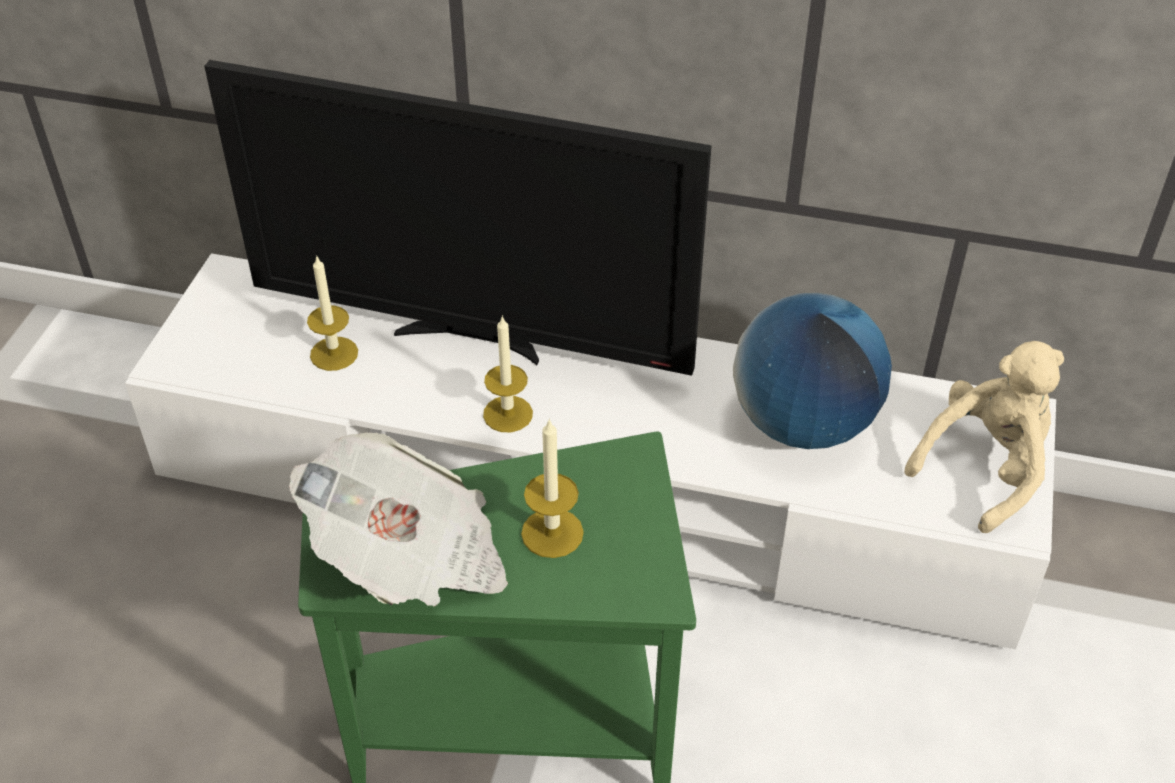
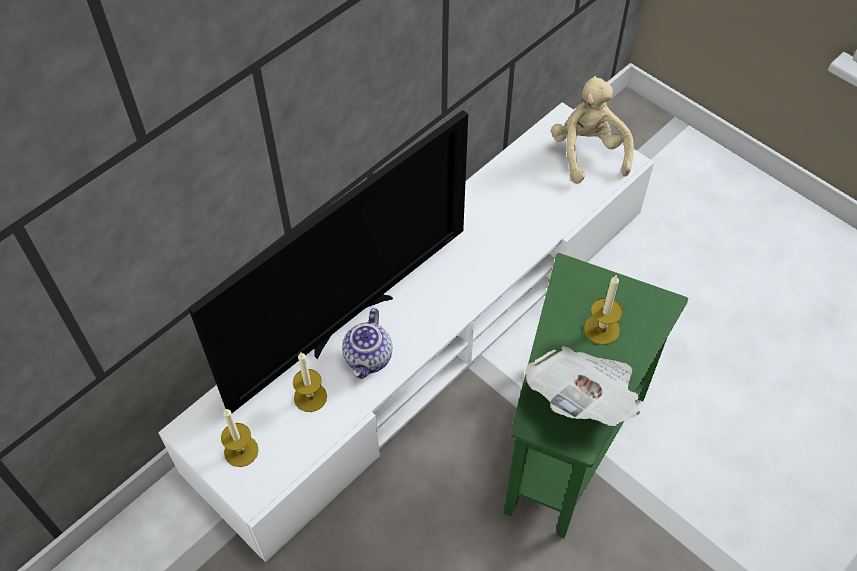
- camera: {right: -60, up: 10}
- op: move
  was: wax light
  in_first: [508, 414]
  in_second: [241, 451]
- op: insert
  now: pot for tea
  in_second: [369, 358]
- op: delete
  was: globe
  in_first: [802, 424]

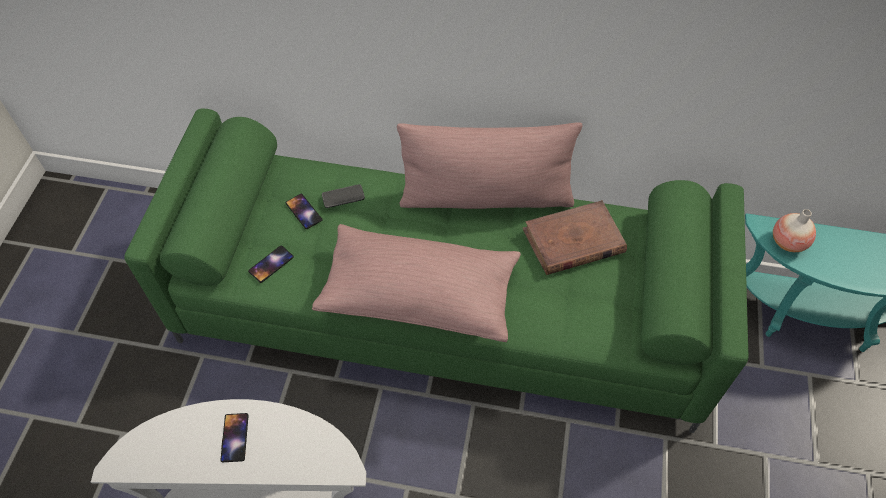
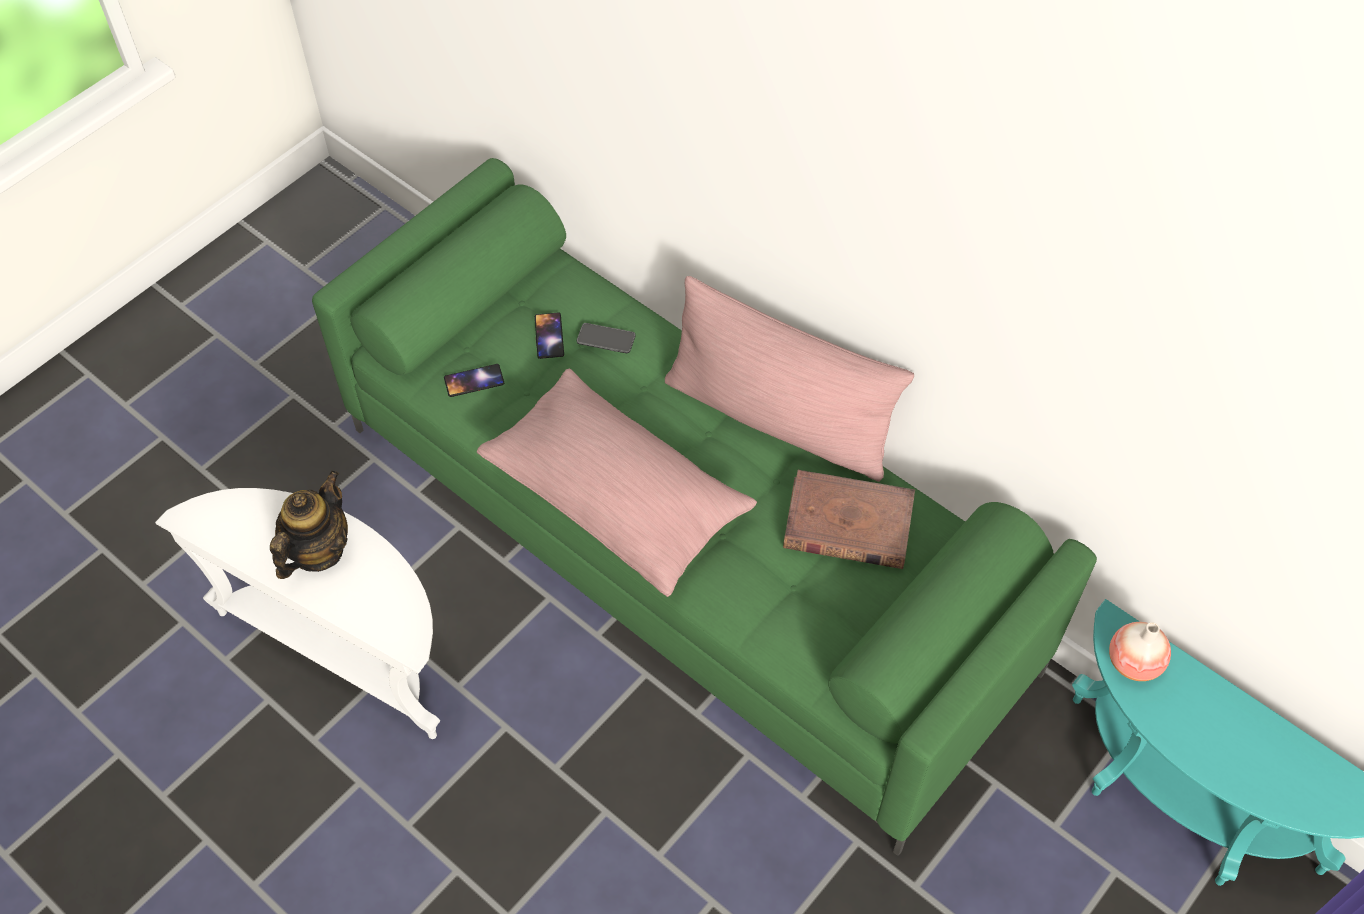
- camera: {right: 30, up: 0}
- op: replace
  was: telephone
  now: pot for tea
  in_first: [234, 437]
  in_second: [317, 551]

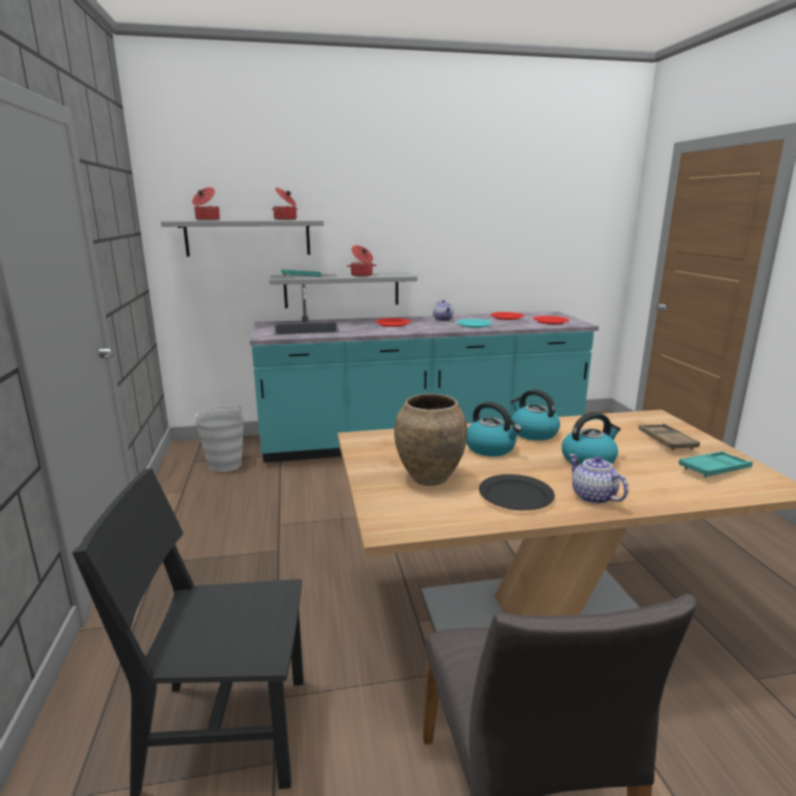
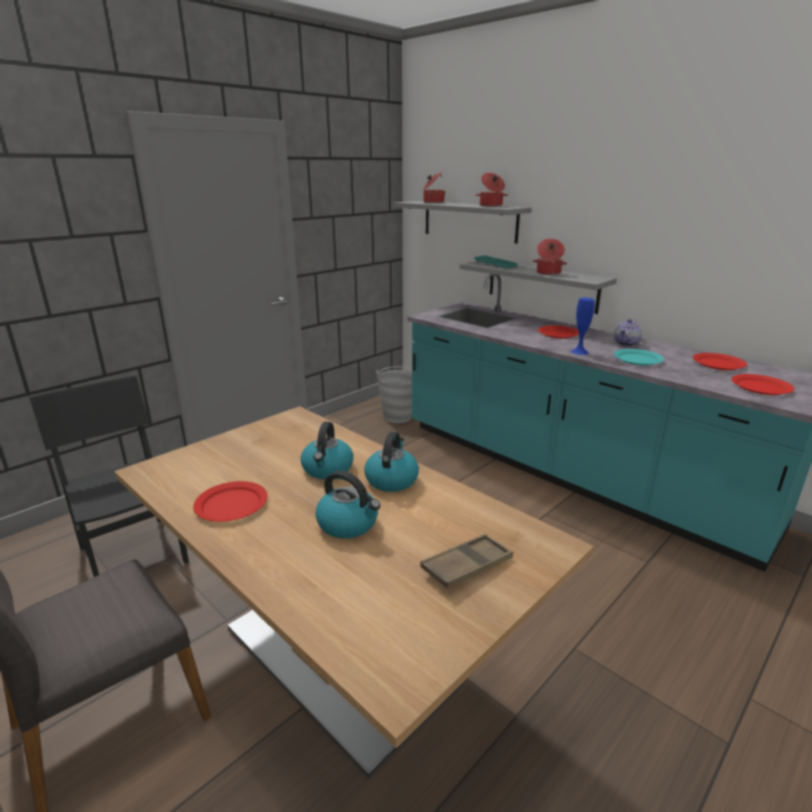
- camera: {right: 55, up: 5}
- op: recolor
  was: black flat dish
  now: red flat dish
  in_first: [515, 496]
  in_second: [231, 504]
- op: insert
  now: blue-coloured flower vase
  in_second: [579, 351]
- op: delete
  was: brownish flower vase
  in_first: [428, 478]
- op: delete
  was: pot for tea
  in_first: [592, 496]
- op: delete
  was: turquoise serving tray
  in_first: [714, 469]

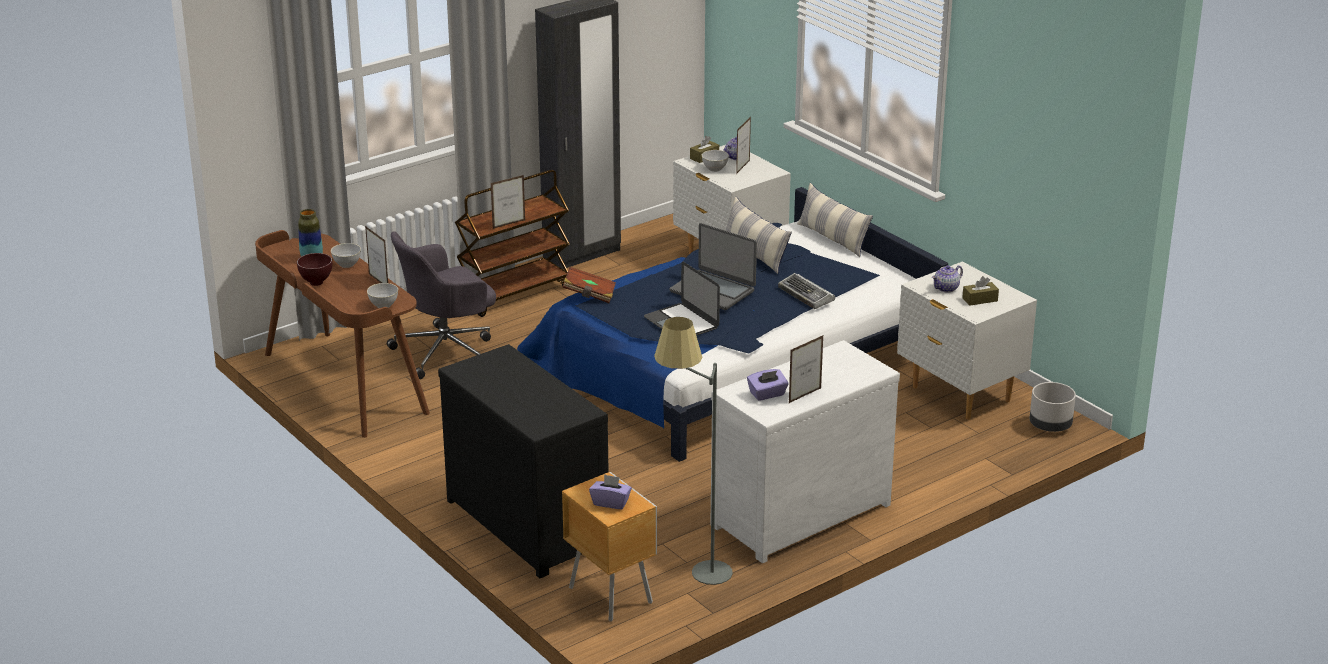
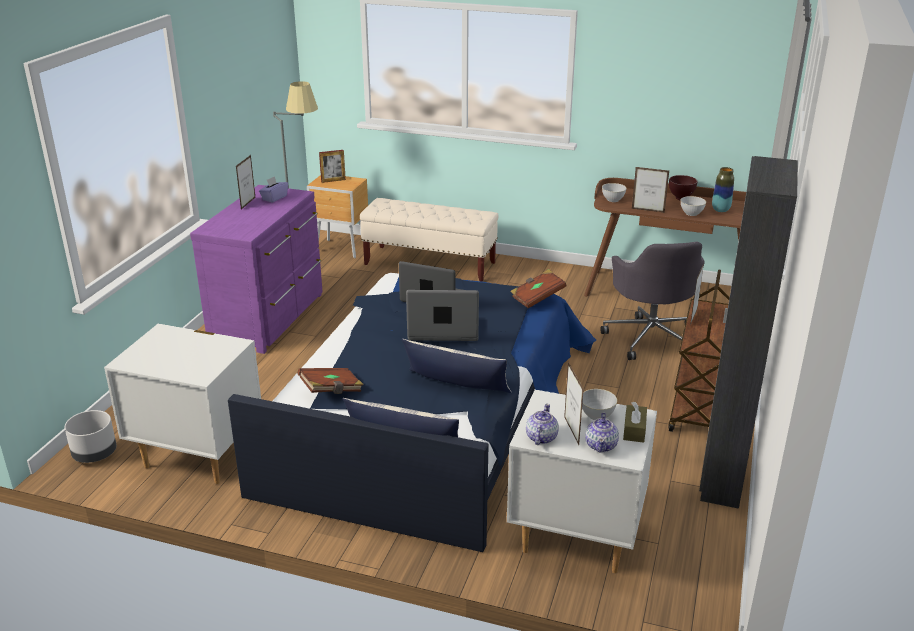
- camera: {right: 145, up: 0}
- op: recolor
  was: white dresser
  now: purple dresser
  in_first: [796, 513]
  in_second: [270, 318]
- op: insert
  now: brownish volume
  in_second: [331, 390]
- op: replace
  was: purple box of tissues
  now: picture frame
  in_first: [610, 502]
  in_second: [333, 180]
- op: replace
  was: black dresser
  now: beige-coloured long seat
  in_first: [530, 522]
  in_second: [430, 264]
- op: move
  was: pot for tea
  in_first: [946, 288]
  in_second: [541, 438]
- op: rotate
  was: gray desk chair
  in_first: [447, 352]
  in_second: [651, 337]
  clockwise: 150
- op: delete
  was: PC keyboard
  in_first: [806, 295]
- op: delete
  was: brownish box of tissues
  in_first: [980, 299]

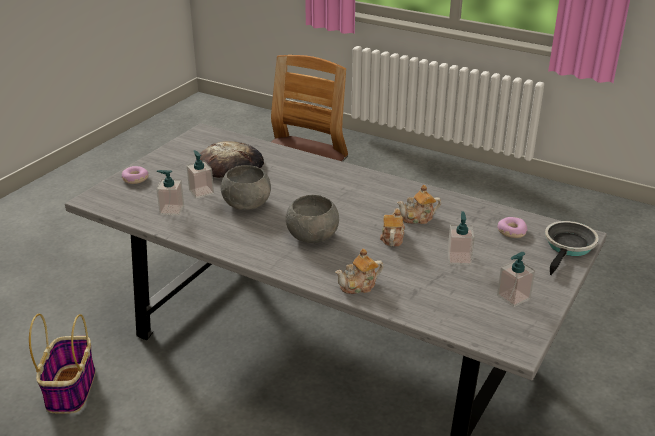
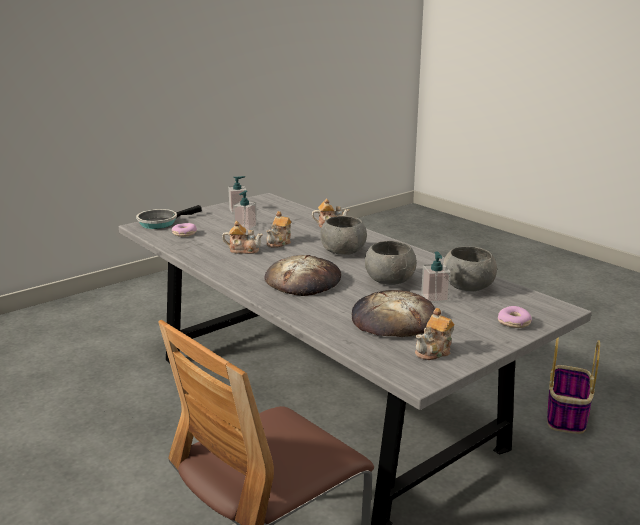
- camera: {right: -160, up: -10}
- op: insert
  now: bread
  in_second: [303, 281]
- op: insert
  now: pot for tea
  in_second: [434, 351]
- op: replace
  was: soap dispenser
  now: gray serving bowl
  in_first: [171, 210]
  in_second: [467, 287]

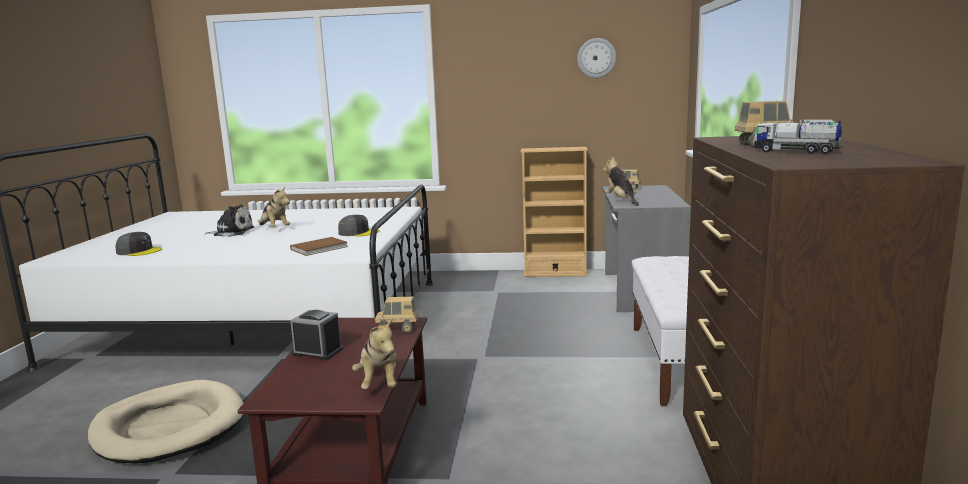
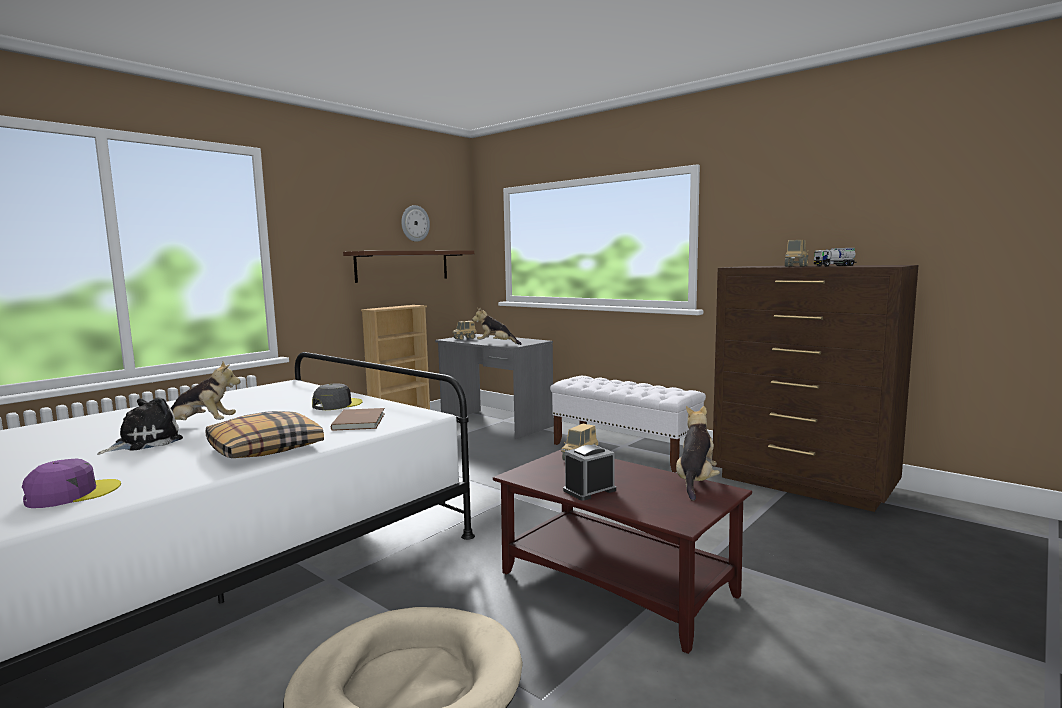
- camera: {right: -55, up: -5}
- op: recolor
  was: gray cap
  now: purple cap
  in_first: [139, 251]
  in_second: [72, 494]
- op: insert
  now: pillow
  in_second: [264, 449]
- op: insert
  now: brownish wall shelf
  in_second: [403, 266]
- op: rotate
  was: soft toy
  in_first: [379, 383]
  in_second: [695, 482]
  clockwise: -90

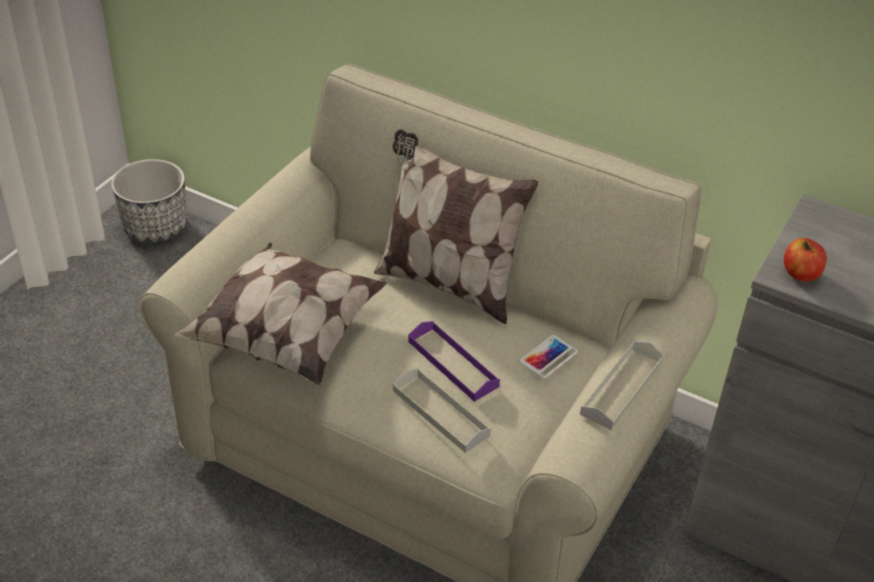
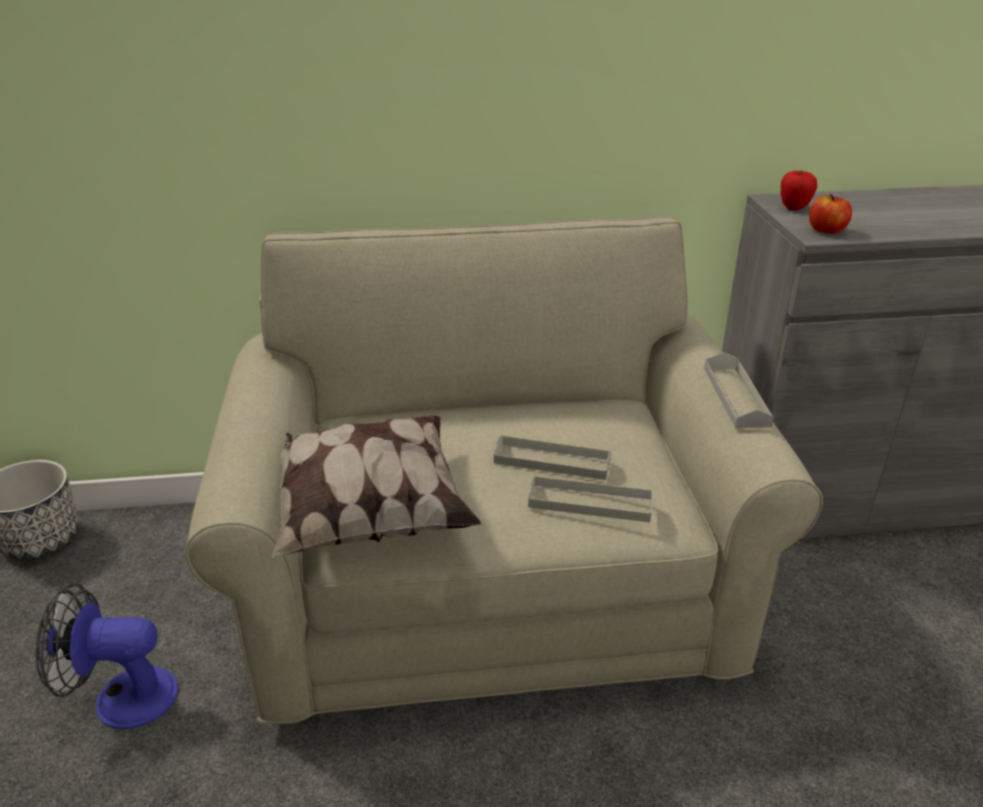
- camera: {right: -35, up: -10}
- op: insert
  now: cooling fan
  in_second: [121, 697]
- op: recolor
  was: purple serving tray
  now: gray serving tray
  in_first: [453, 364]
  in_second: [552, 461]
- op: insert
  now: apple
  in_second: [794, 208]
- op: delete
  was: pillow
  in_first: [447, 283]
- op: delete
  was: telephone
  in_first: [548, 357]

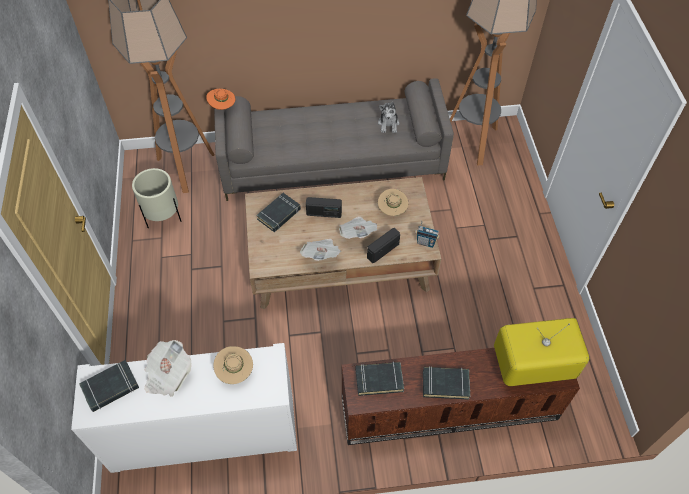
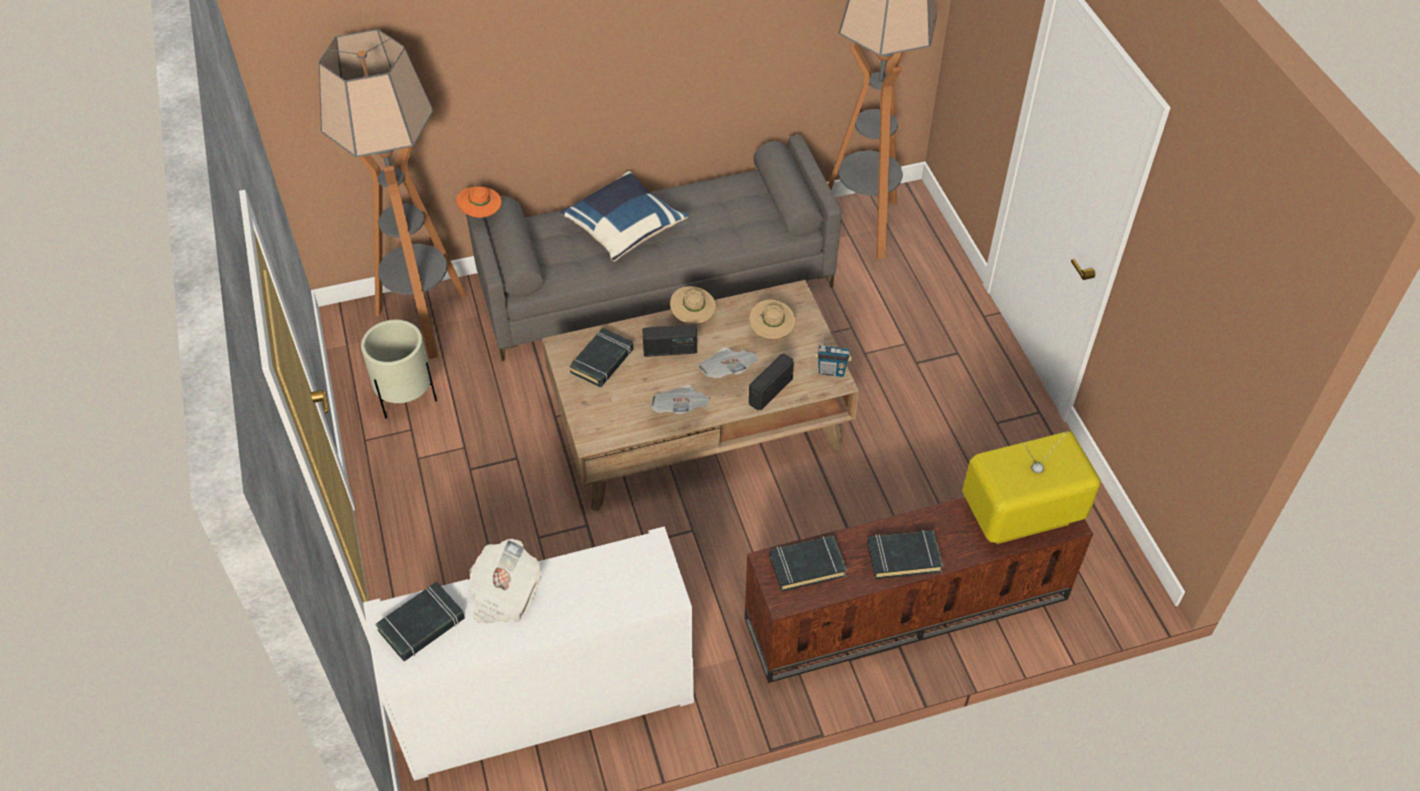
- camera: {right: -10, up: -5}
- op: insert
  now: blue-coloured pillow
  in_second: [624, 229]
- op: move
  was: beige-coloured hat
  in_first: [235, 371]
  in_second: [693, 317]
- op: delete
  was: soft toy
  in_first: [388, 124]

